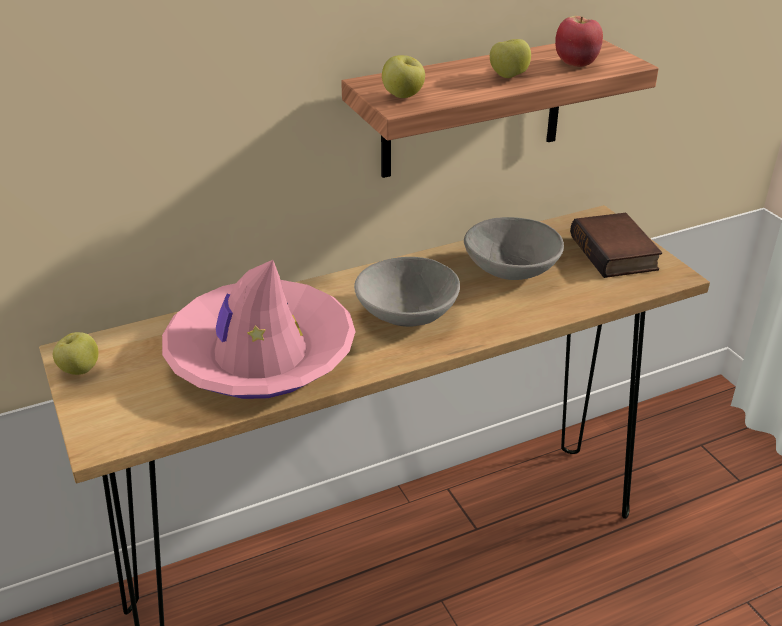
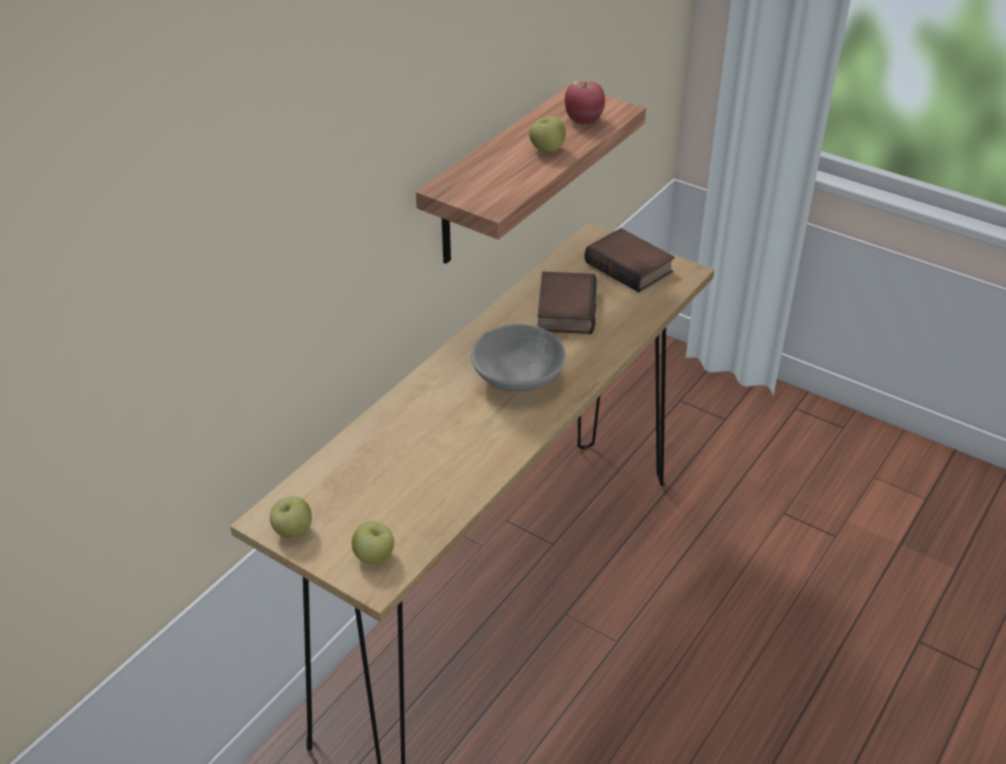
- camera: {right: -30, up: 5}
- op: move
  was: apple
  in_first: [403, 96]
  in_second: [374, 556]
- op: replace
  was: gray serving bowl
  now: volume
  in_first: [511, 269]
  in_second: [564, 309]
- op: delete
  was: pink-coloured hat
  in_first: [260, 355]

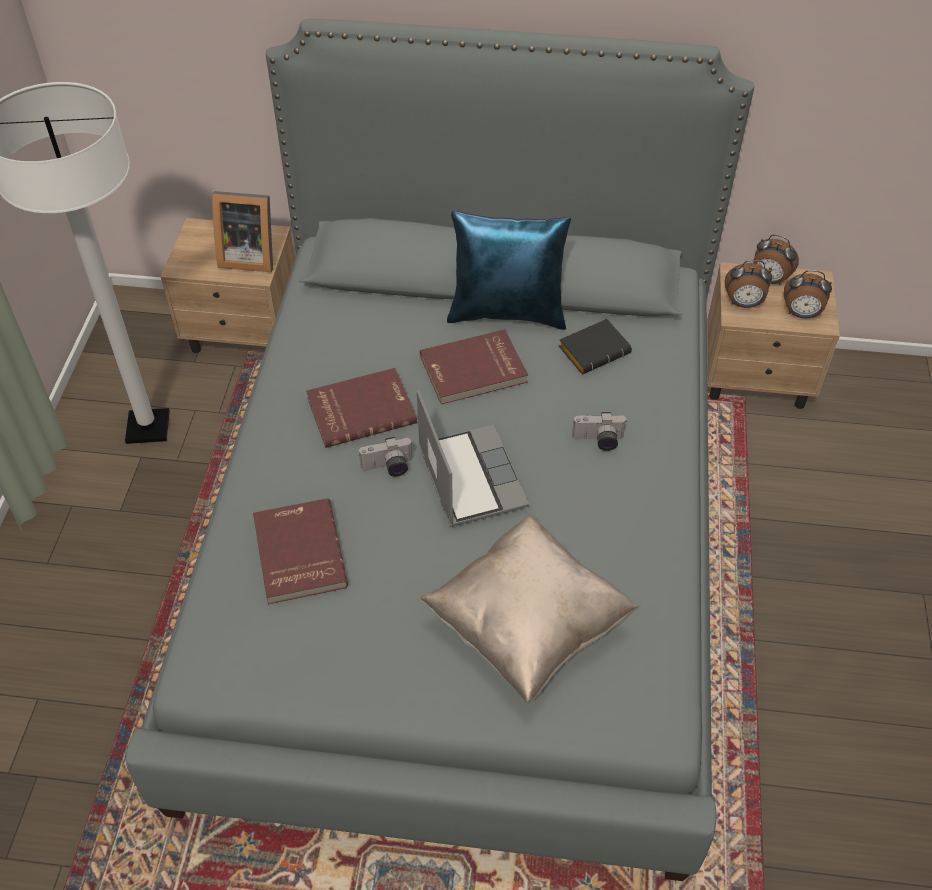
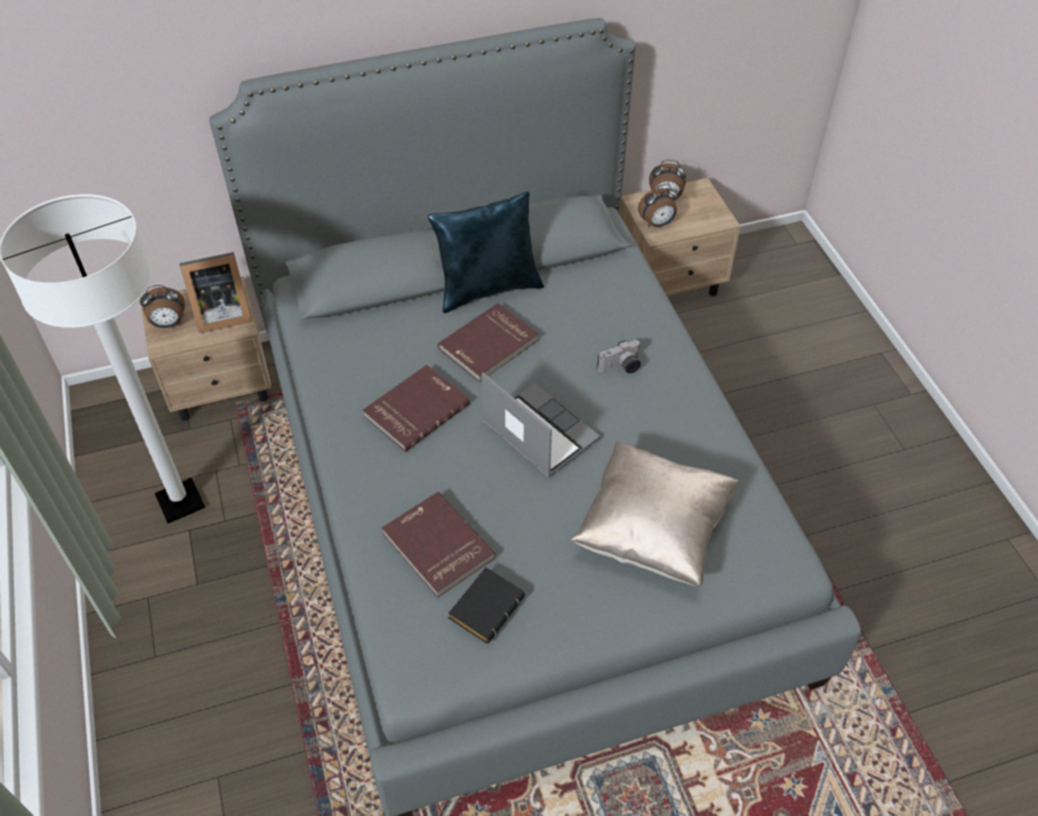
- camera: {right: -25, up: 0}
- op: move
  was: table clock
  in_first: [801, 314]
  in_second: [168, 324]
- op: move
  was: black volume
  in_first: [594, 349]
  in_second: [486, 606]
- op: delete
  was: photo camera
  in_first: [388, 468]

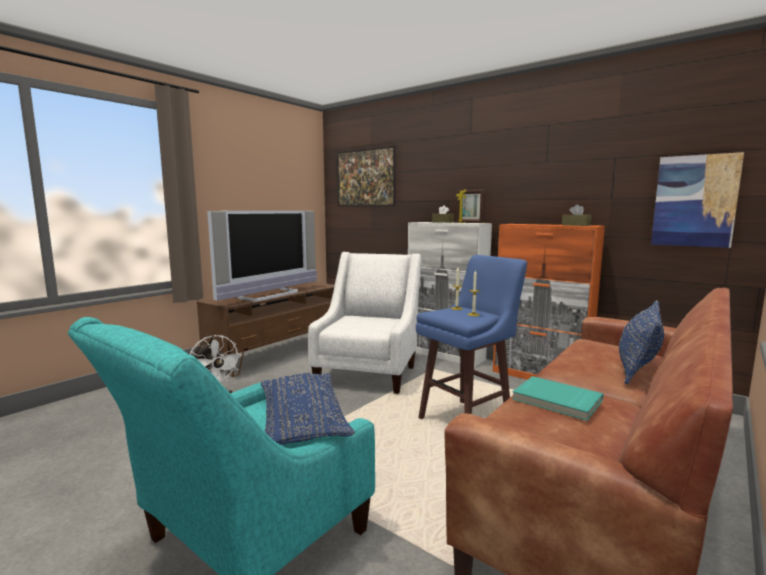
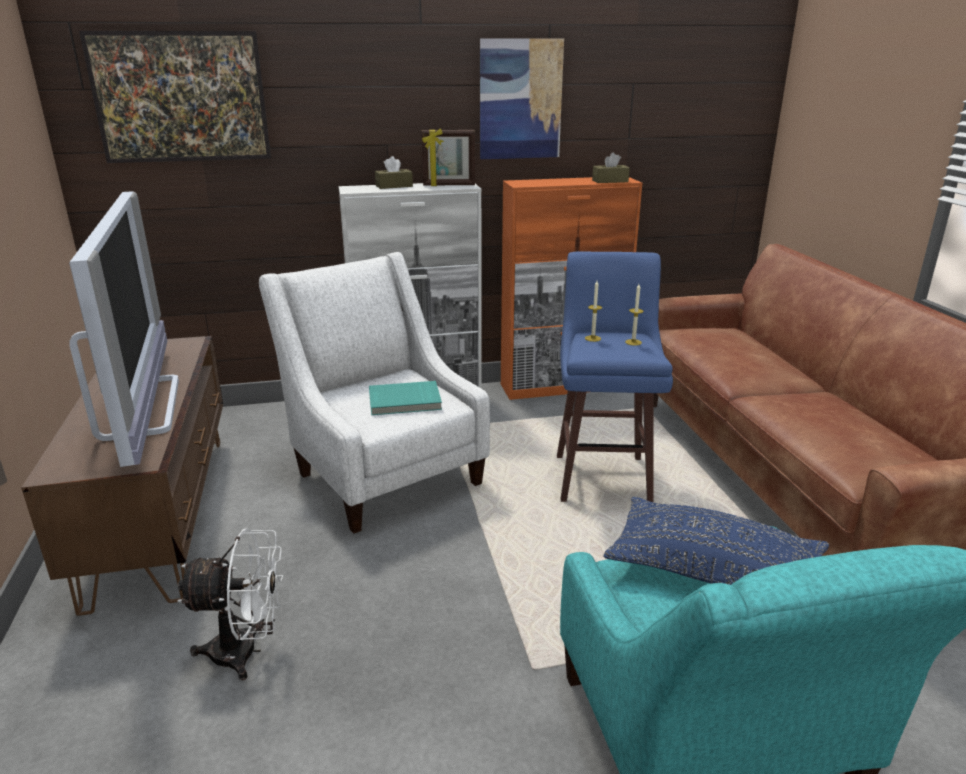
- camera: {right: -50, up: 15}
- op: move
  was: turquoise volume
  in_first: [556, 400]
  in_second: [405, 401]
- op: move
  was: wall art
  in_first: [694, 201]
  in_second: [520, 99]
- op: delete
  was: blue-coloured pillow
  in_first: [637, 367]

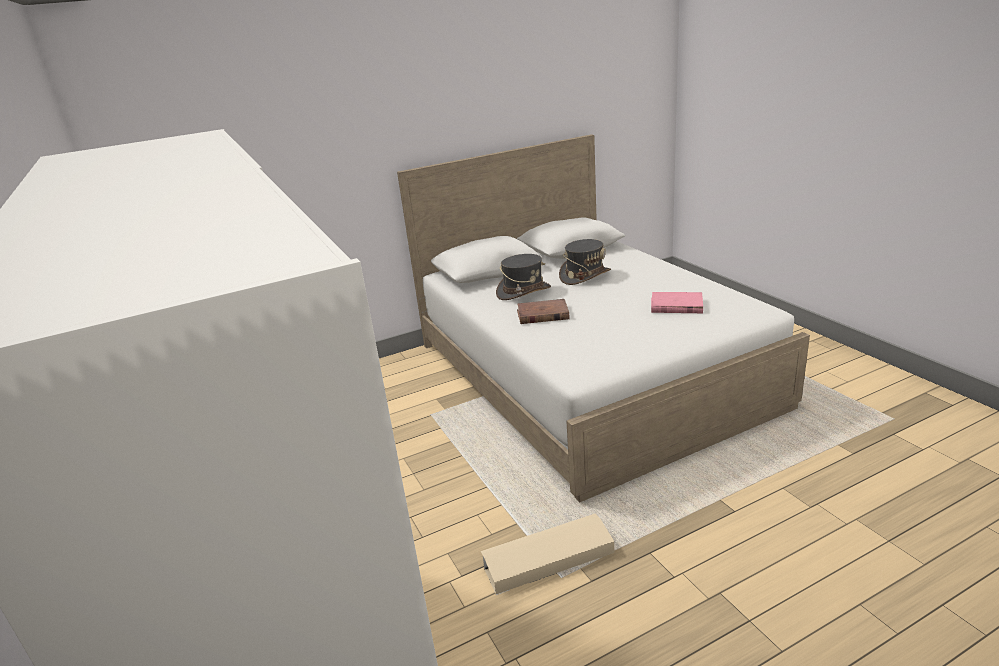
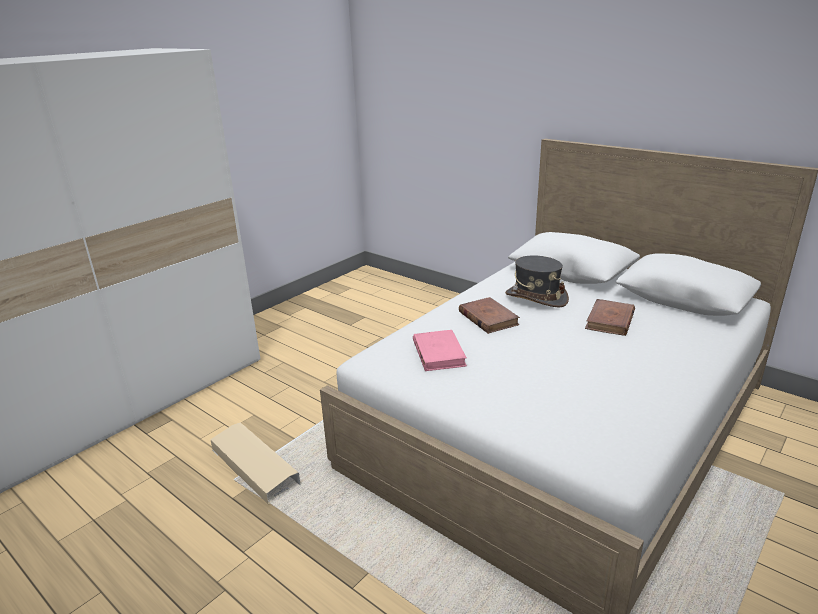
- camera: {right: 65, up: 0}
- op: move
  was: pink-coloured volume
  in_first: [676, 306]
  in_second: [438, 353]
- op: replace
  was: gray hat
  now: brownish volume
  in_first: [584, 276]
  in_second: [610, 320]

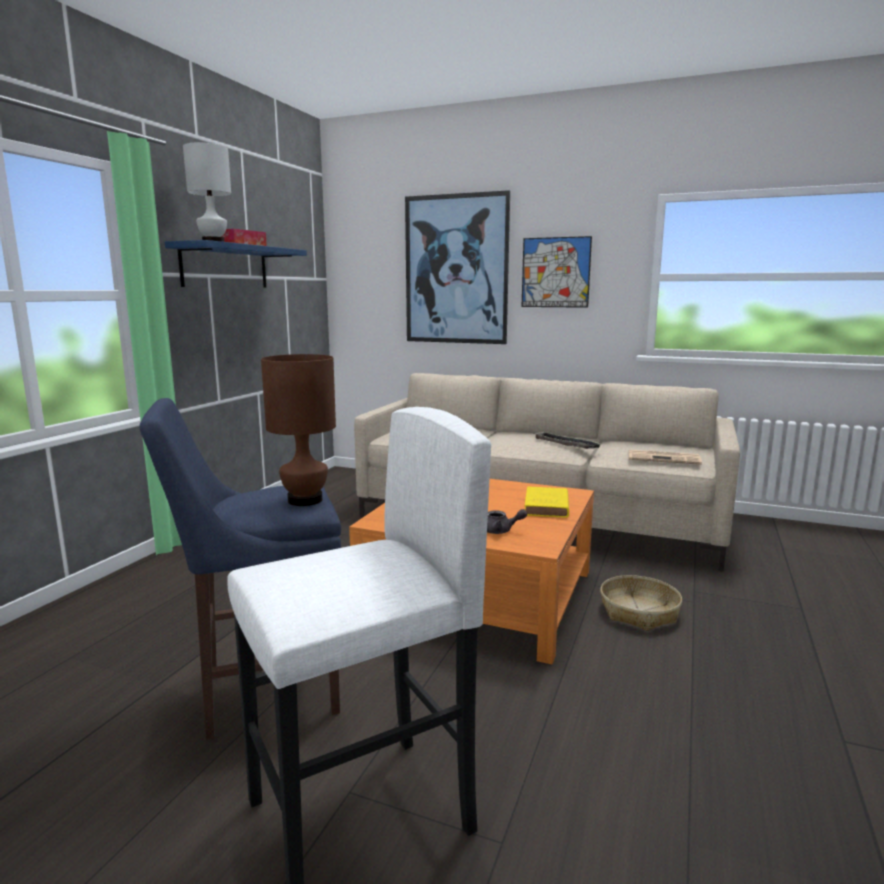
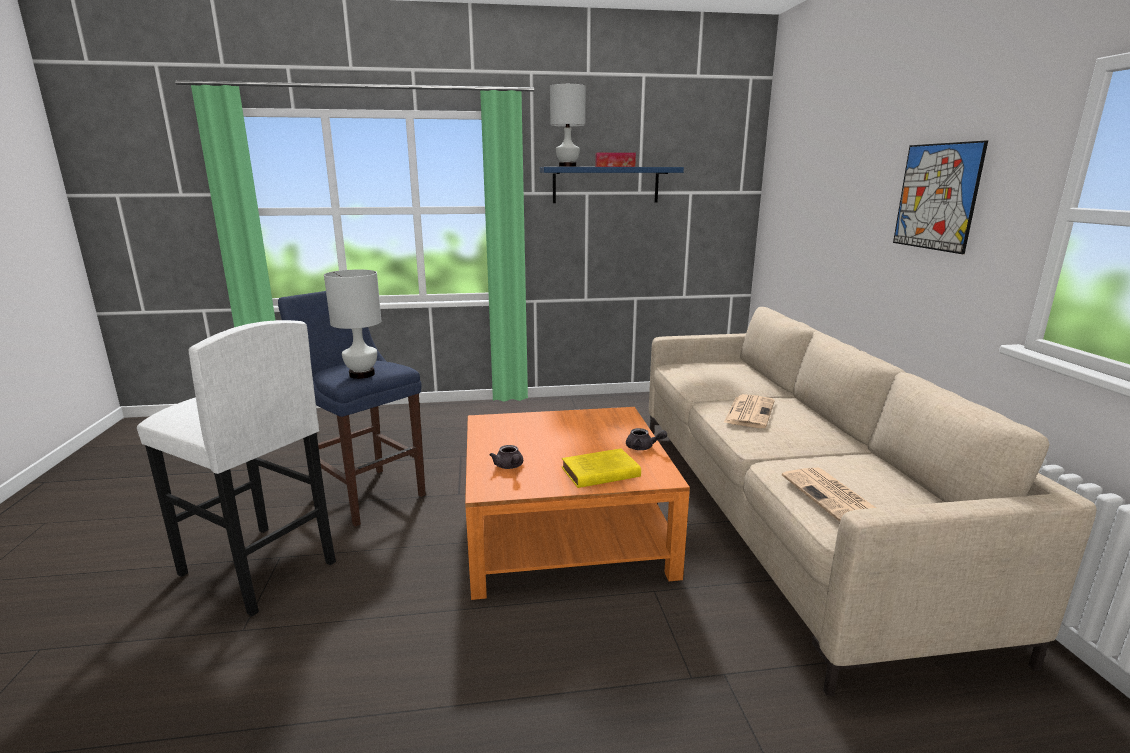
- camera: {right: 60, up: 5}
- op: recolor
  was: brownish tabletop lamp
  now: white tabletop lamp
  in_first: [304, 500]
  in_second: [362, 374]
- op: insert
  now: gray pot for tea
  in_second: [643, 447]
- op: insert
  now: printed paper
  in_second: [749, 412]
- op: delete
  was: wall art
  in_first: [456, 270]
- op: delete
  was: serving tray
  in_first: [566, 444]
- op: delete
  was: basket
  in_first: [639, 612]

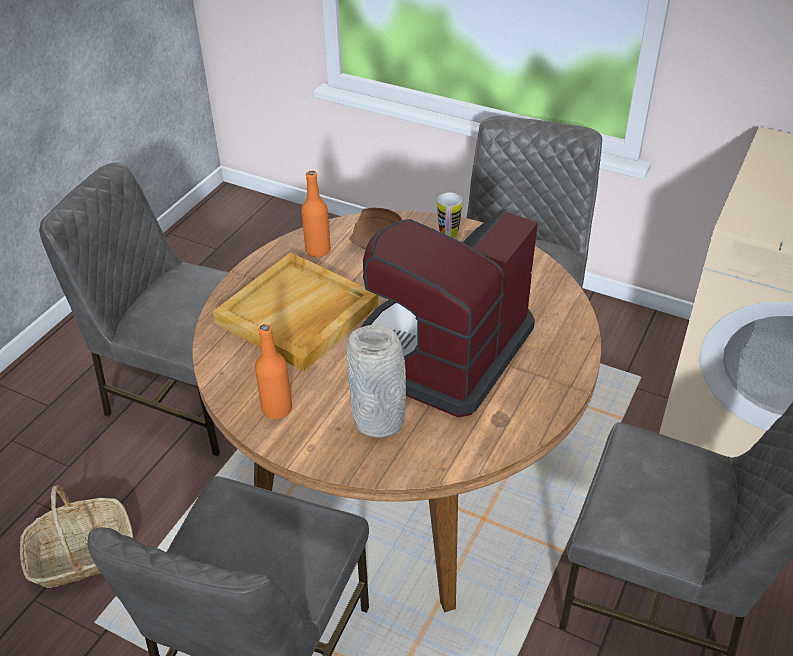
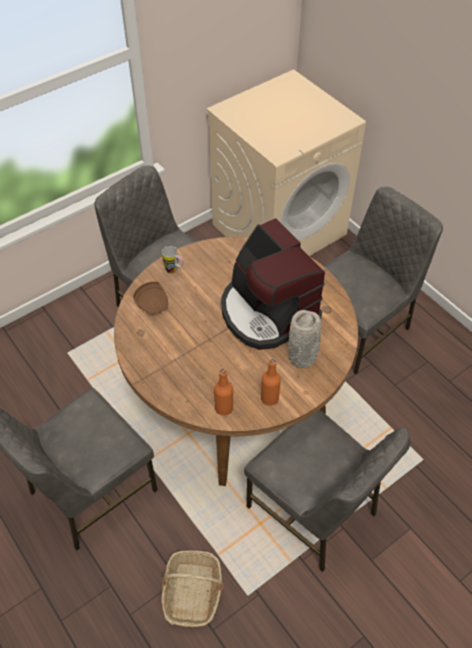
- camera: {right: -65, up: 10}
- op: move
  was: orangey beverage bottle
  in_first: [318, 250]
  in_second: [224, 408]
- op: delete
  was: beige-coloured serving tray
  in_first: [297, 315]

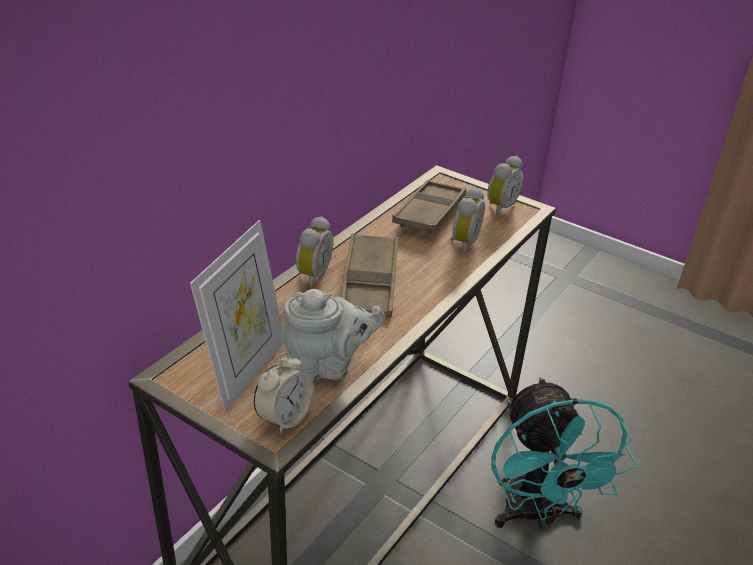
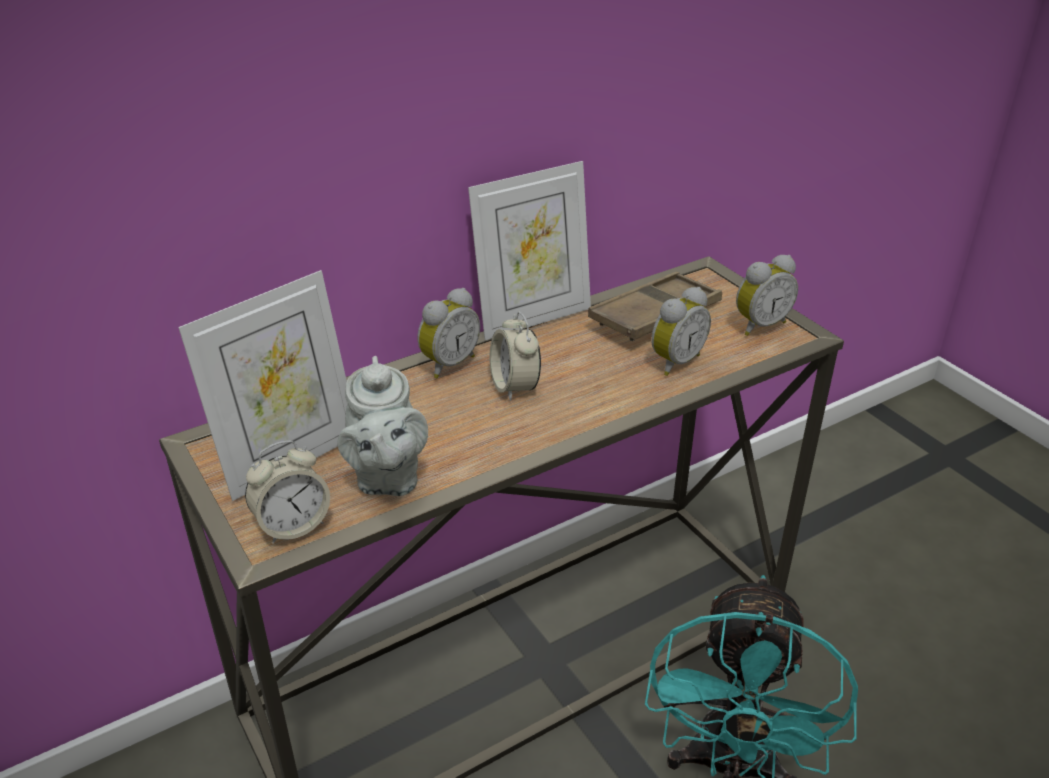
- camera: {right: 25, up: 0}
- op: rotate
  was: gray pot for tea
  in_first: [327, 366]
  in_second: [386, 477]
  clockwise: 60
- op: insert
  now: picture frame
  in_second: [532, 318]
- op: replace
  was: brownish serving tray
  now: table clock
  in_first: [369, 282]
  in_second: [514, 387]

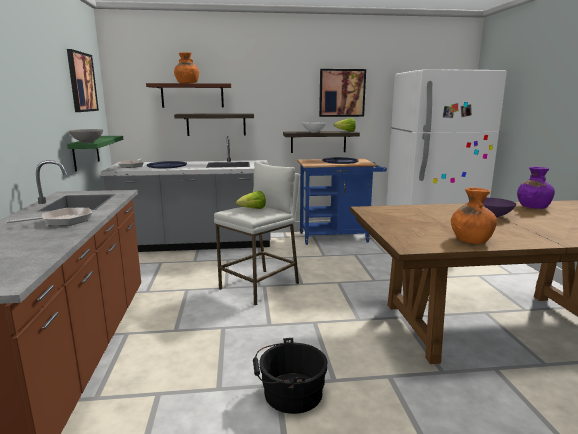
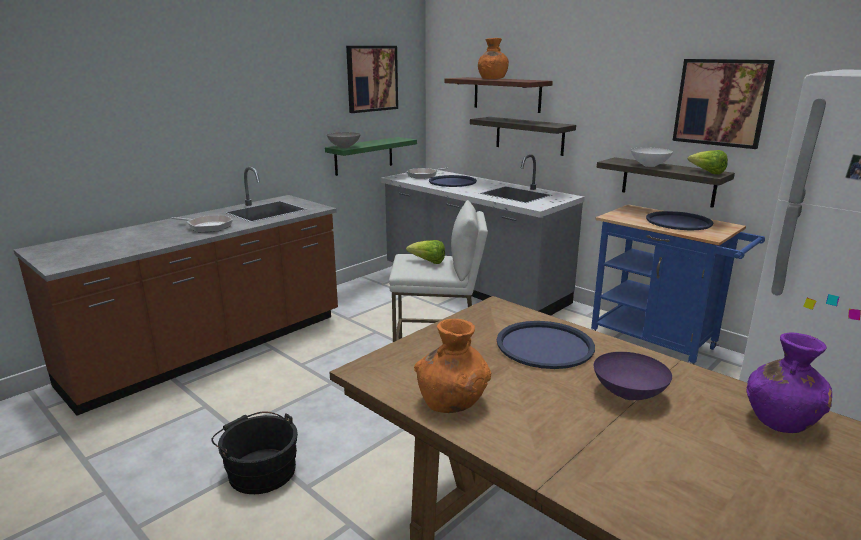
- camera: {right: 50, up: 5}
- op: insert
  now: blue-coloured serving tray
  in_second: [545, 346]

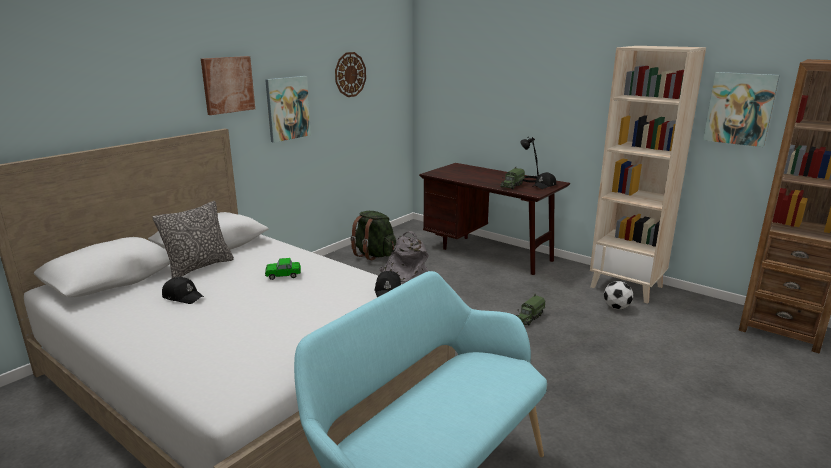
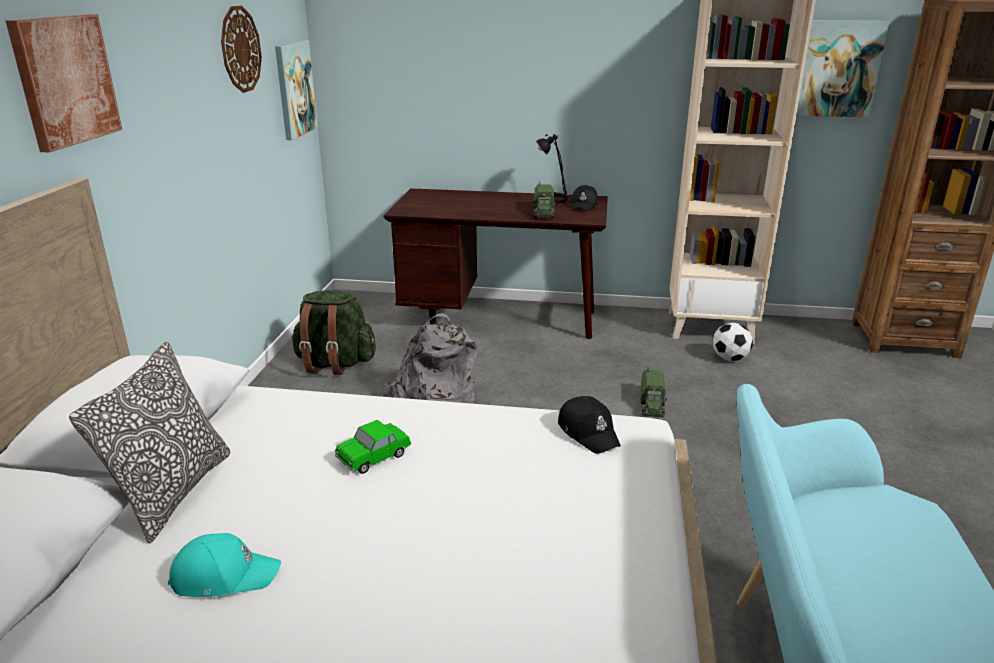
- camera: {right: -30, up: 5}
- op: recolor
  was: black cap
  now: turquoise cap
  in_first: [183, 296]
  in_second: [224, 576]
- op: move
  was: wall art
  in_first: [287, 108]
  in_second: [294, 89]

